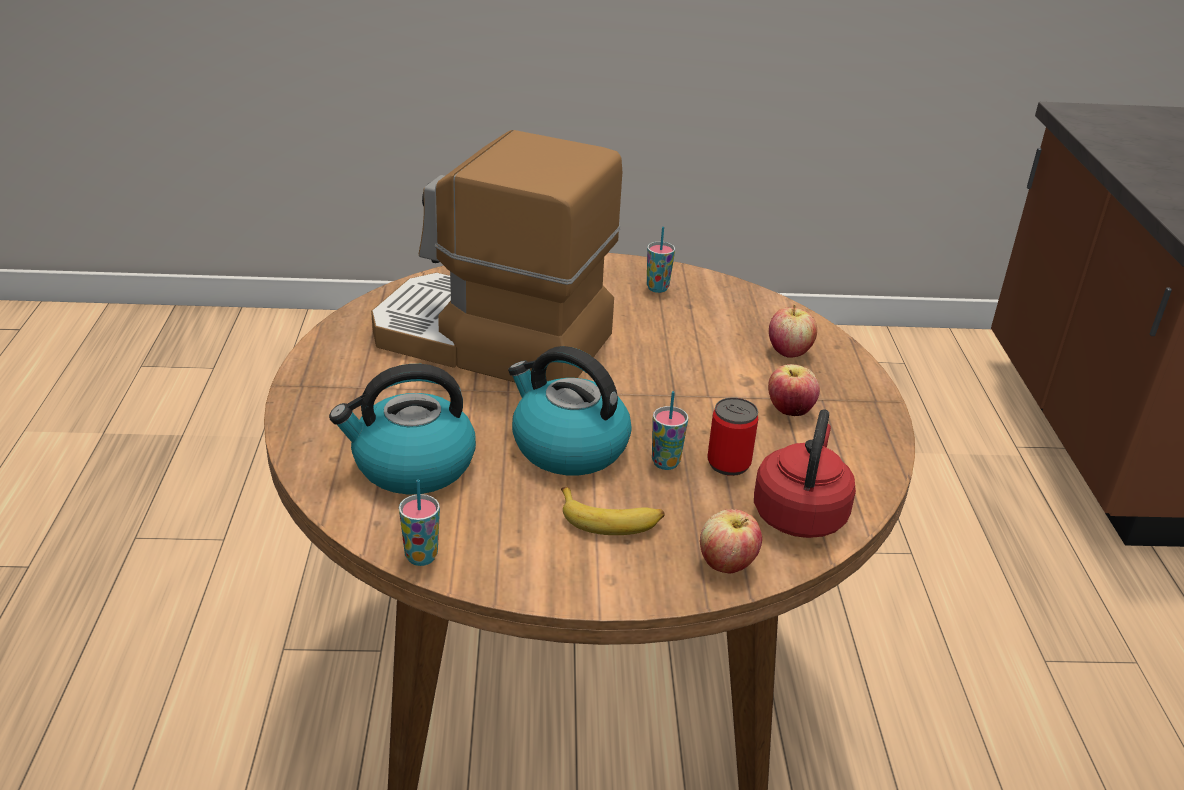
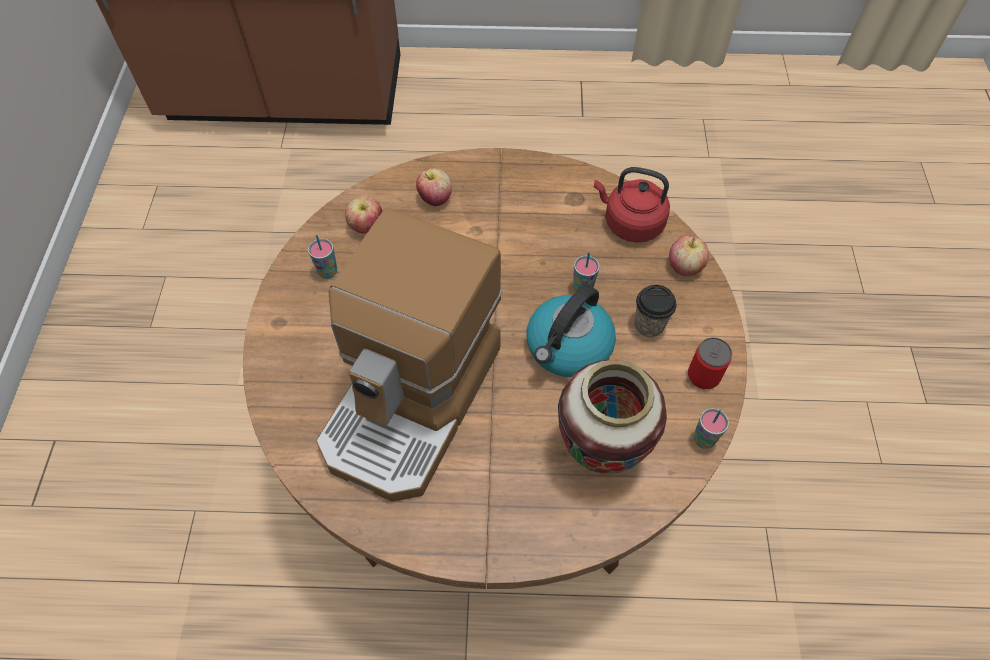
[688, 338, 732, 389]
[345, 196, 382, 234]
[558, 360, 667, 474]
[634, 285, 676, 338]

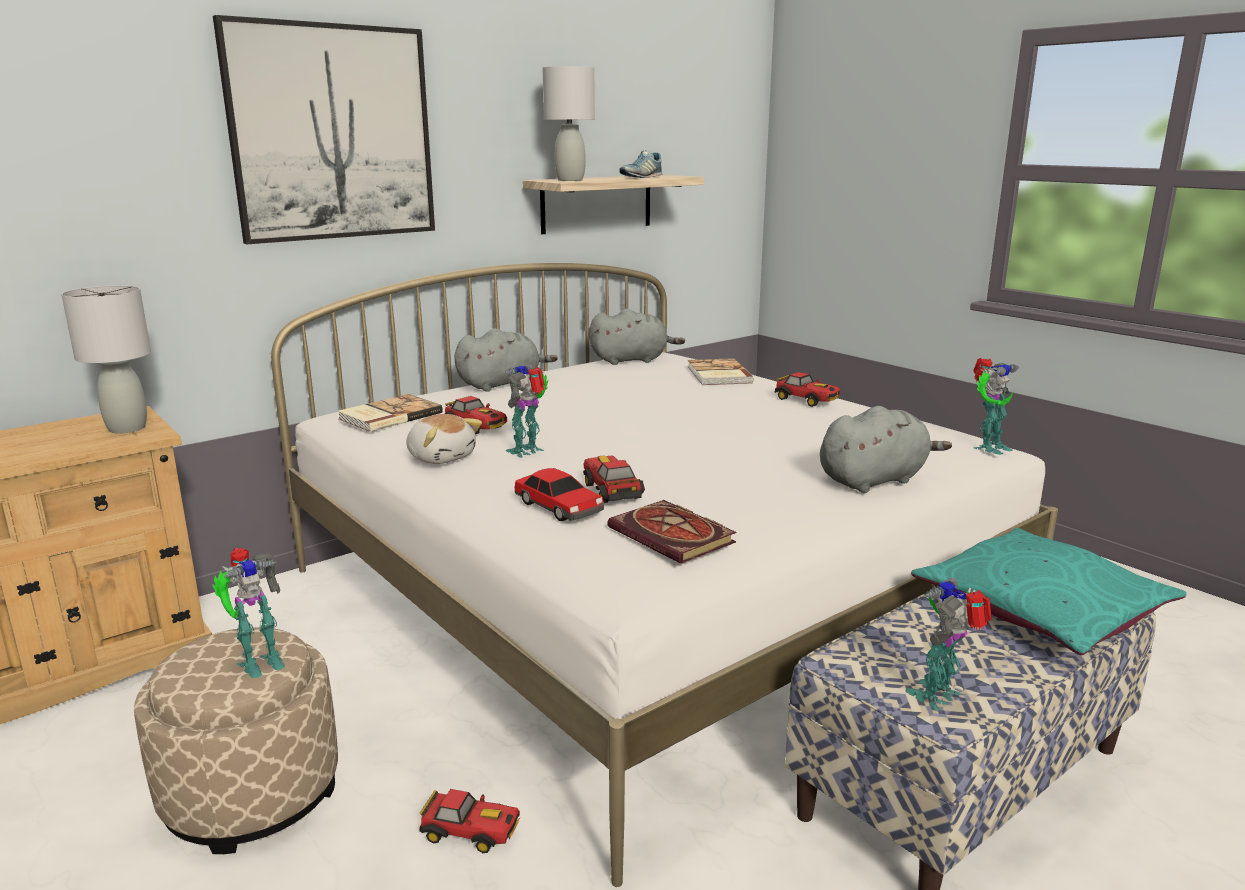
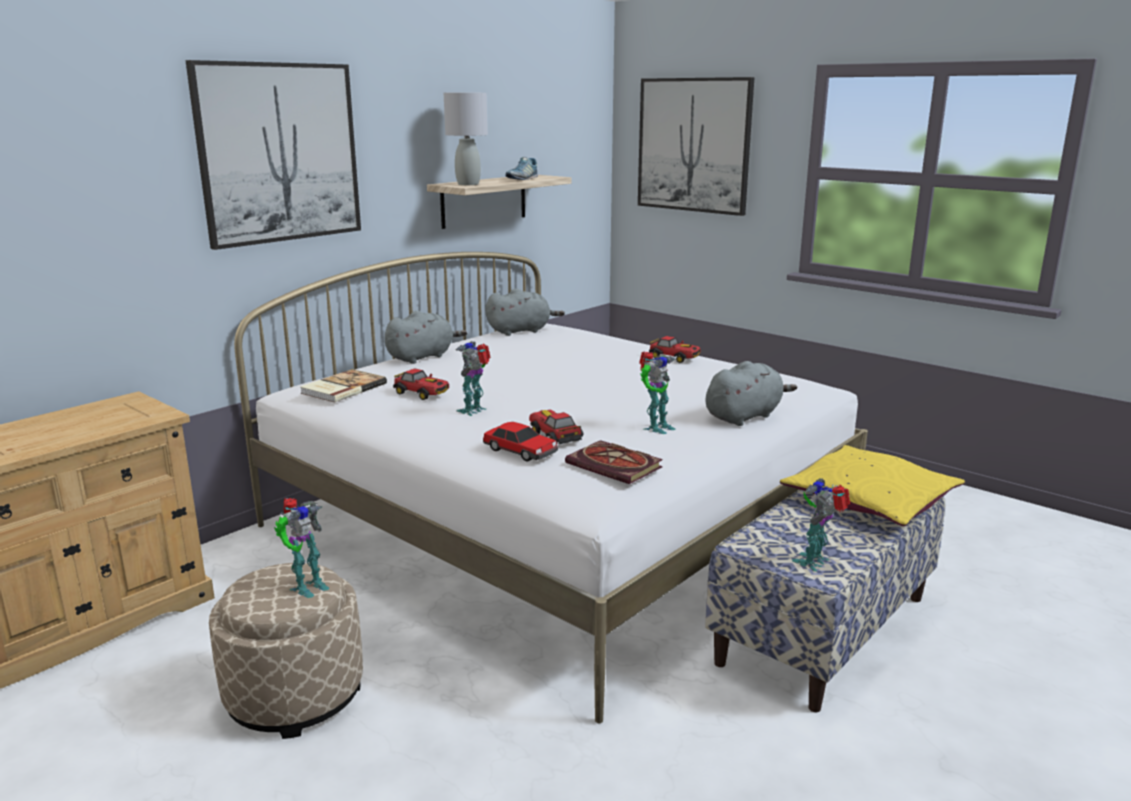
[61, 285, 151, 434] (first image)
[406, 414, 482, 464] (first image)
[419, 789, 520, 853] (first image)
[688, 358, 754, 385] (first image)
[638, 77, 755, 216]
[639, 352, 676, 434]
[780, 445, 965, 526]

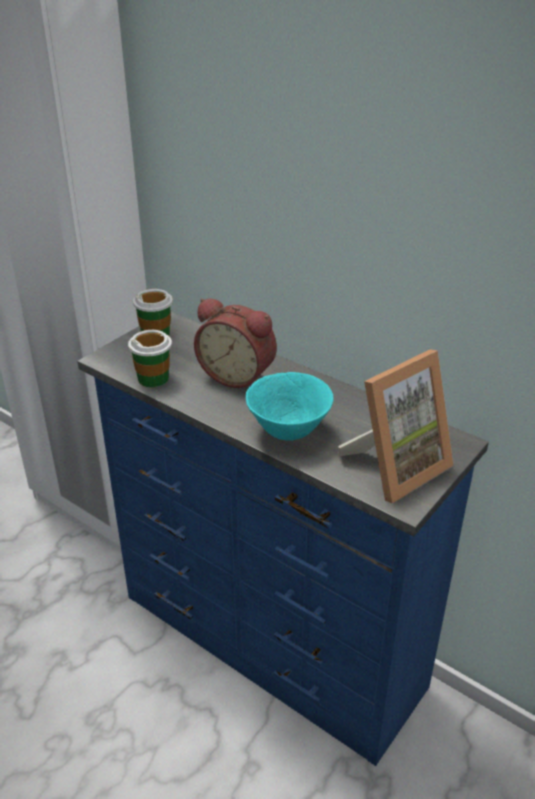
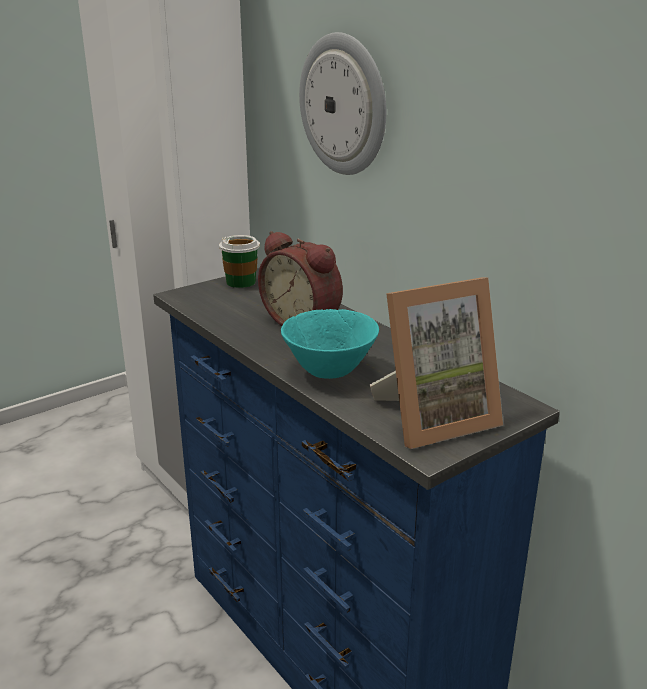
[128, 330, 172, 387] (first image)
[299, 32, 386, 175]

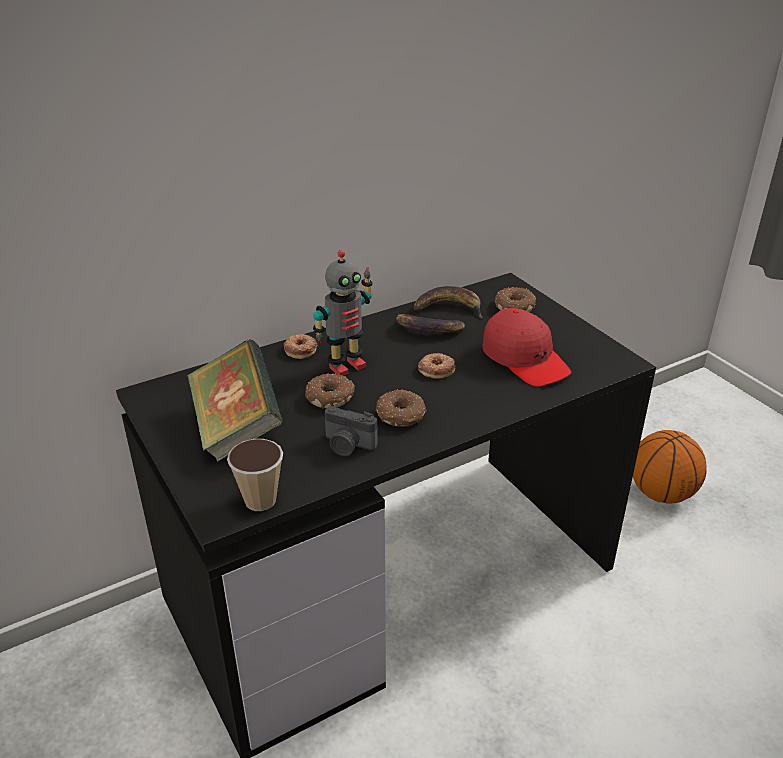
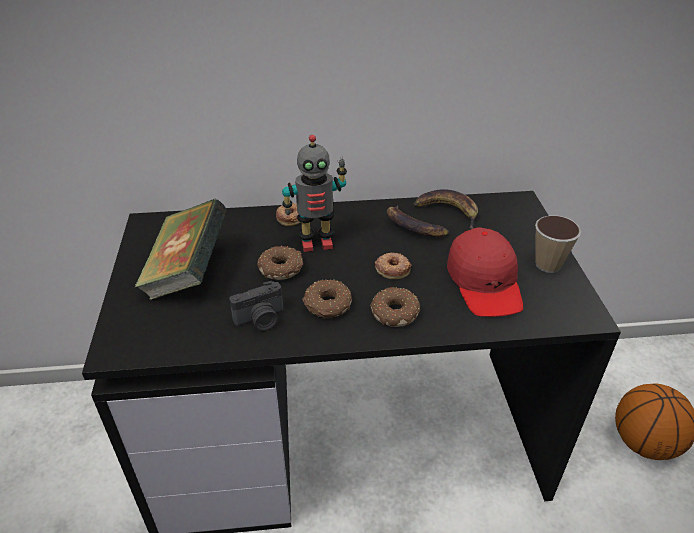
[535, 215, 581, 273]
[370, 287, 420, 327]
[229, 281, 283, 331]

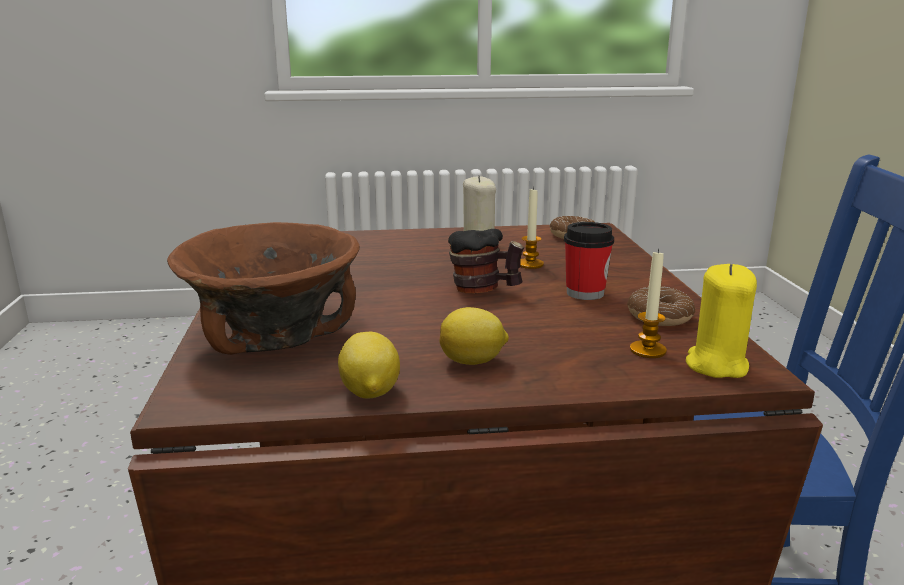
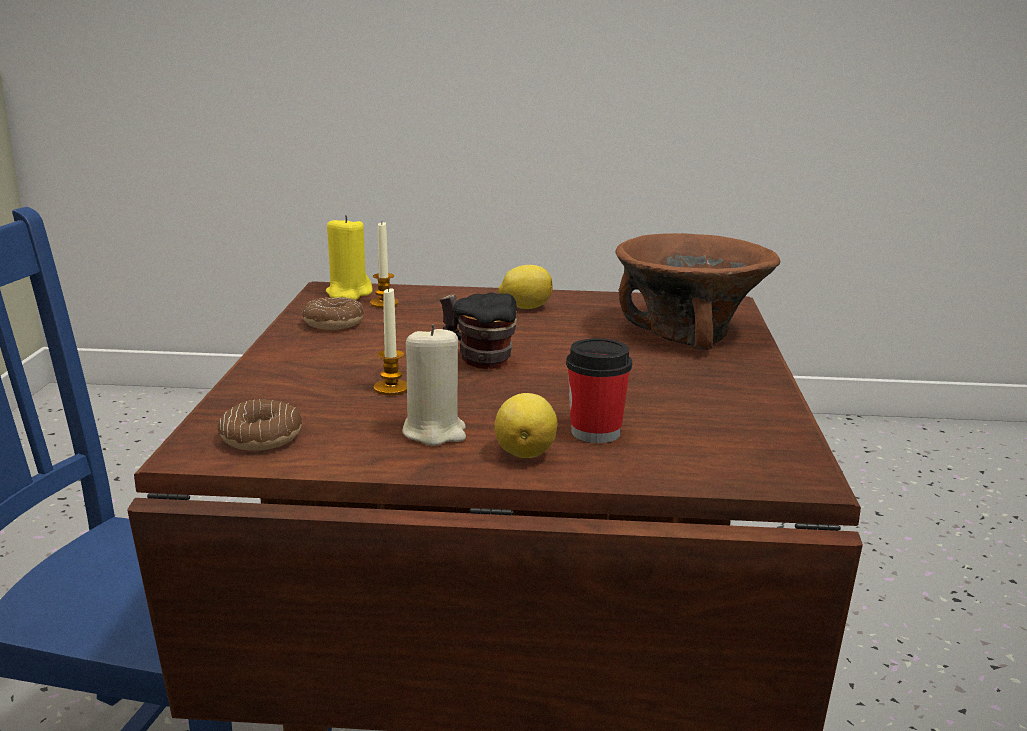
[494, 393, 557, 458]
[566, 338, 632, 443]

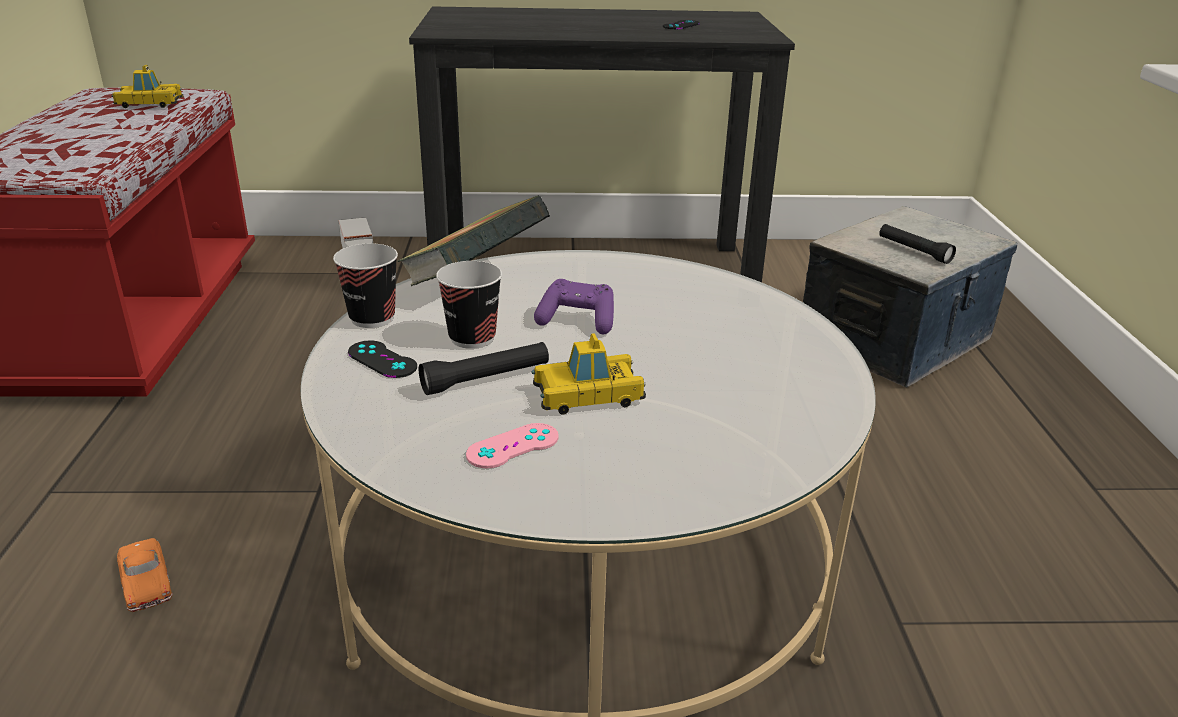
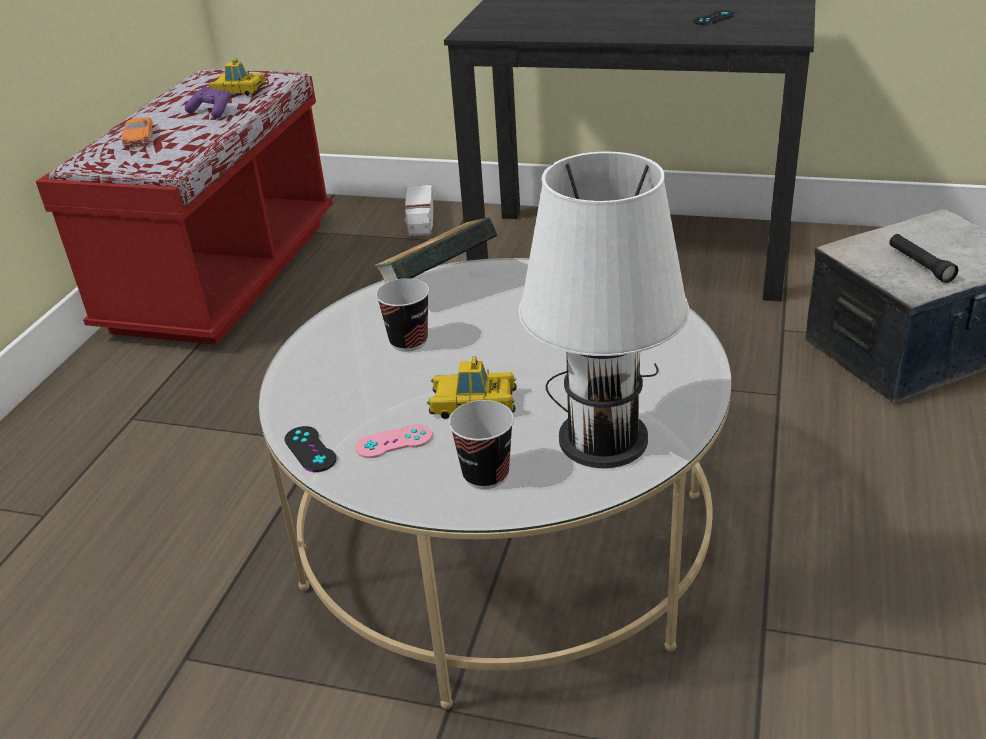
[419, 342, 549, 395] (first image)
[518, 152, 689, 468]
[122, 117, 153, 148]
[449, 400, 514, 489]
[284, 426, 337, 472]
[185, 87, 231, 119]

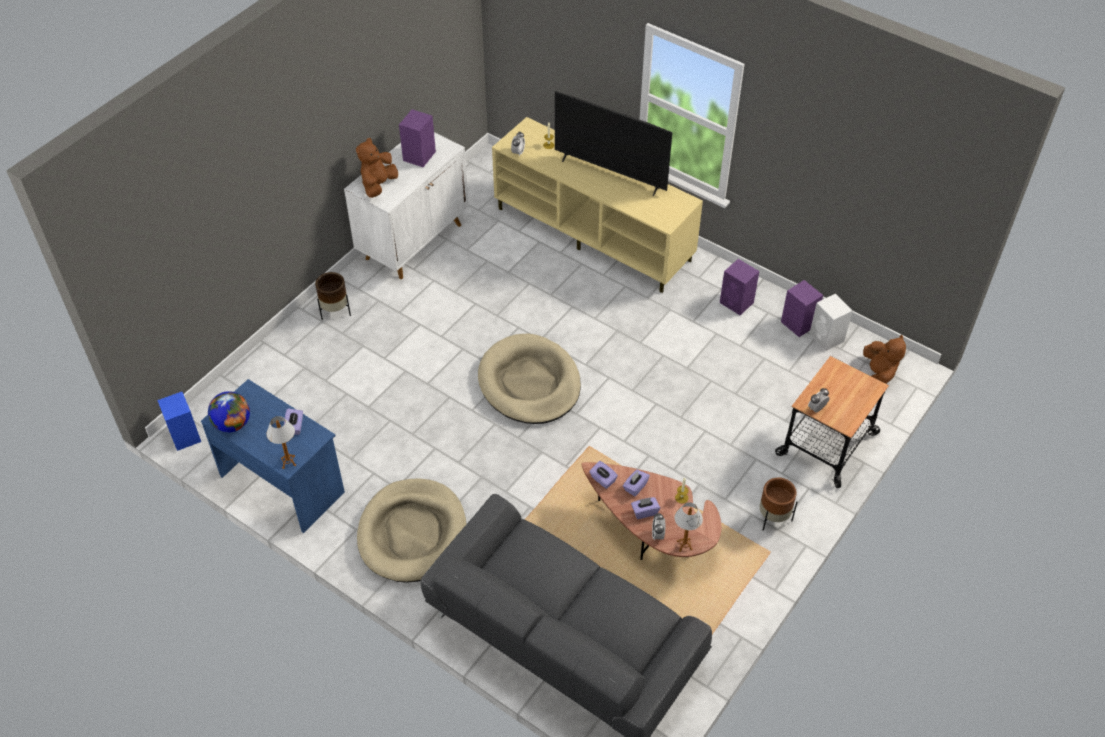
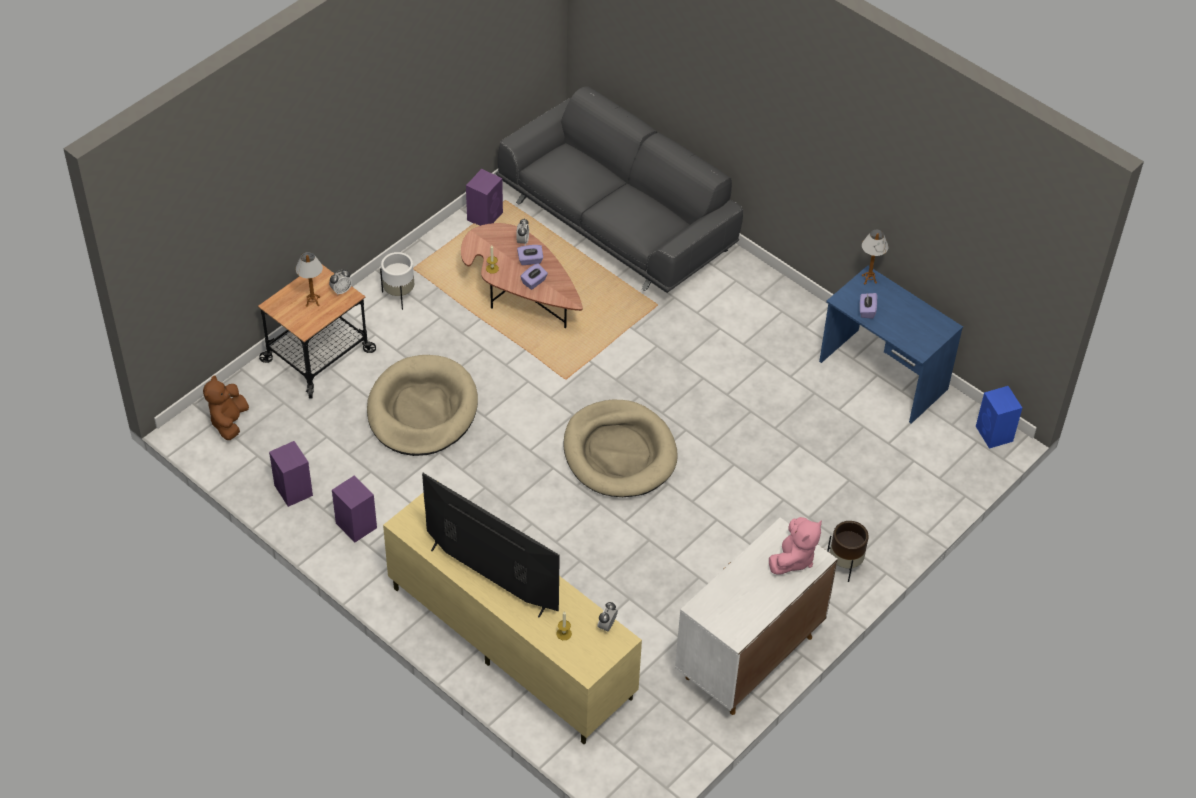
[208, 391, 250, 432] (first image)
[589, 461, 618, 489] (first image)
[809, 294, 853, 351] (first image)
[367, 355, 478, 456]
[466, 169, 503, 226]
[296, 252, 323, 307]
[769, 517, 822, 575]
[380, 252, 414, 310]

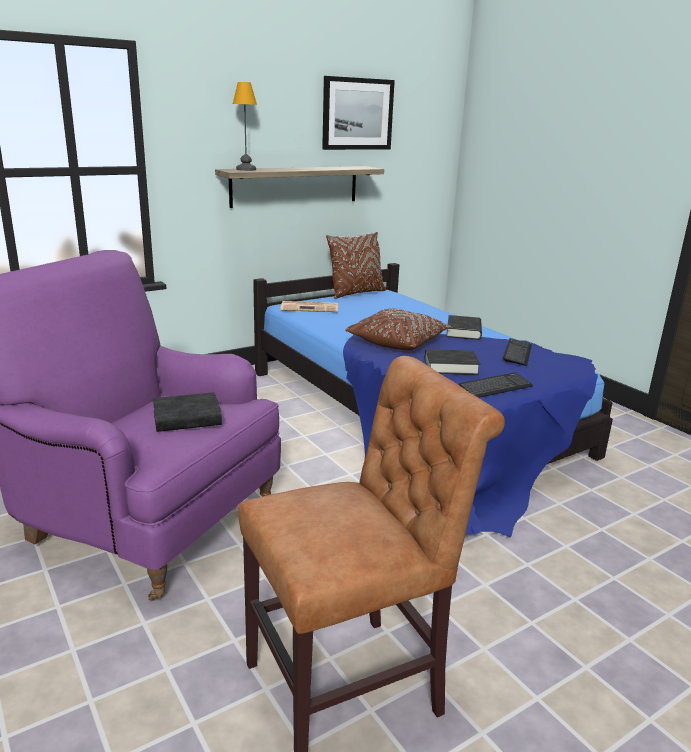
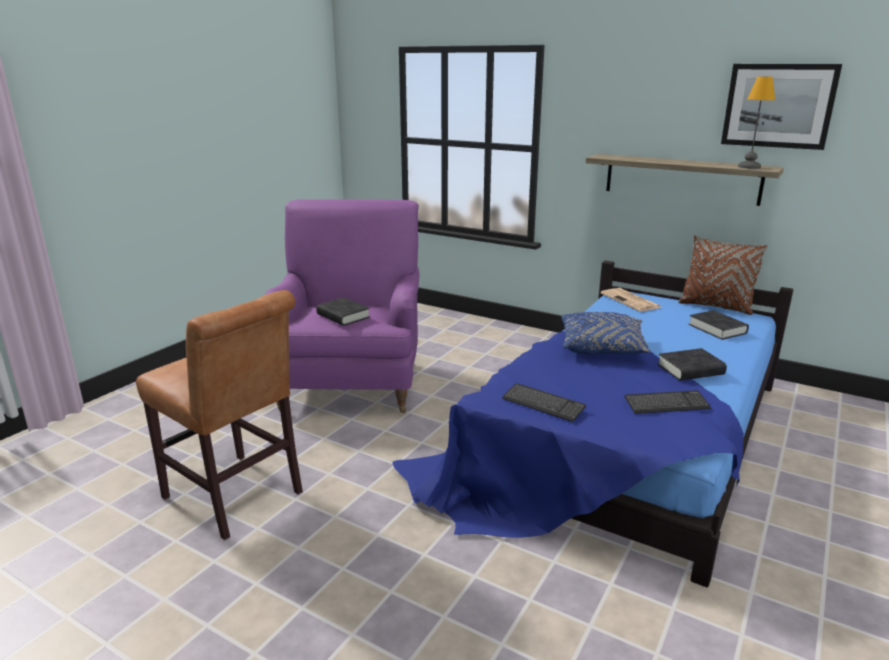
[738, 76, 775, 169]
[688, 310, 749, 340]
[561, 312, 651, 355]

